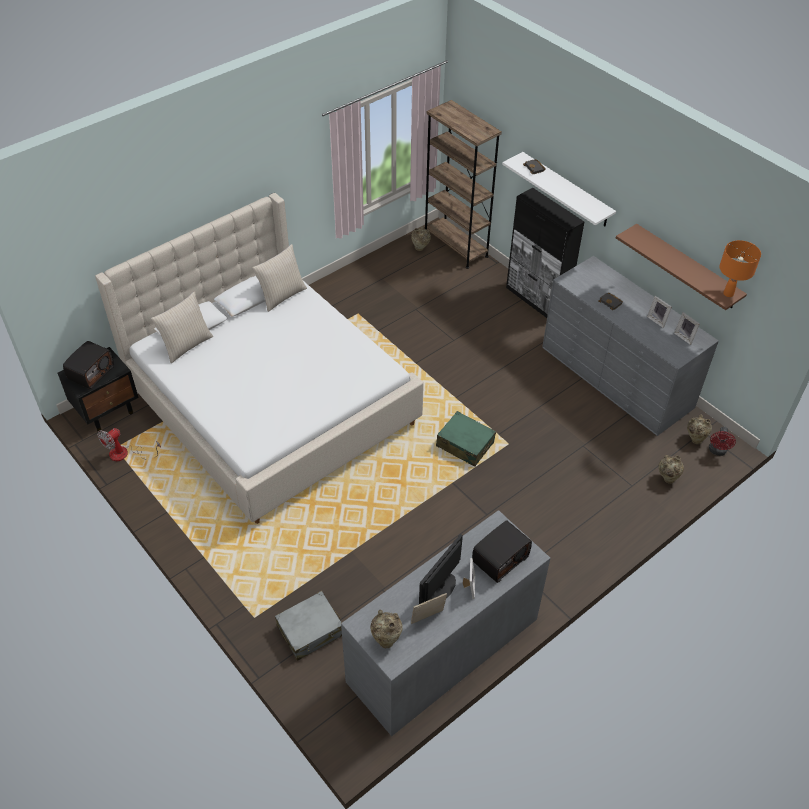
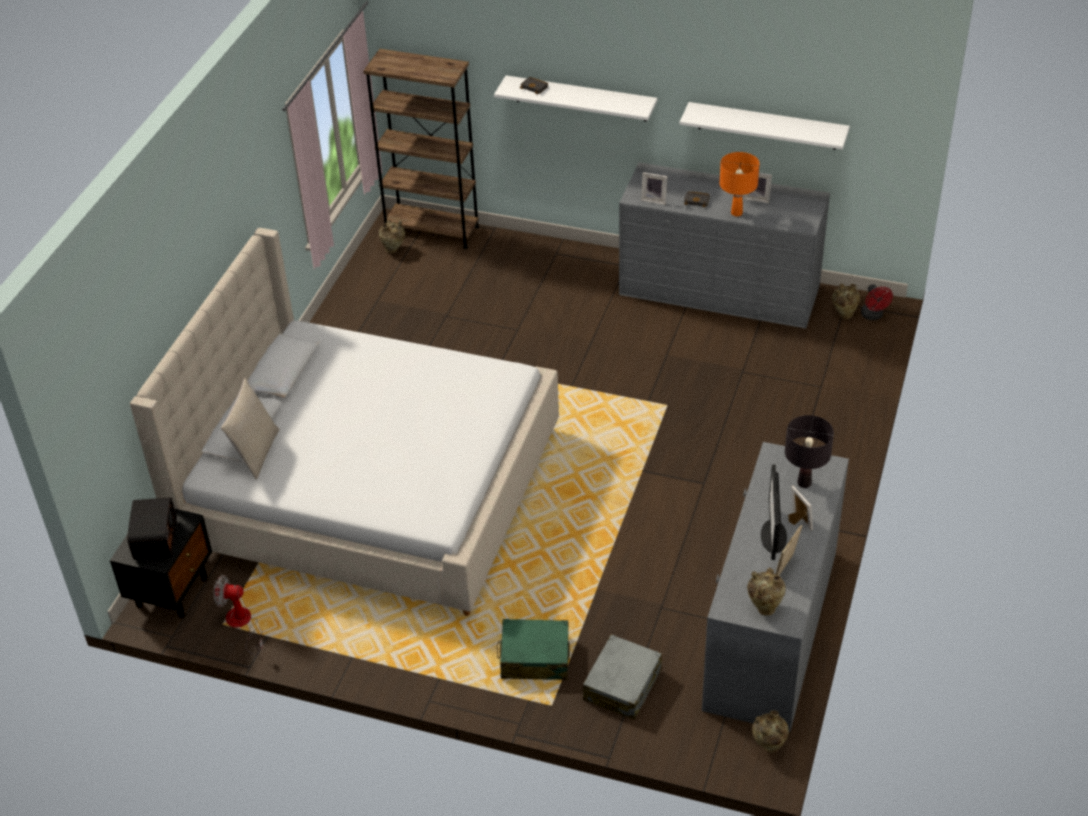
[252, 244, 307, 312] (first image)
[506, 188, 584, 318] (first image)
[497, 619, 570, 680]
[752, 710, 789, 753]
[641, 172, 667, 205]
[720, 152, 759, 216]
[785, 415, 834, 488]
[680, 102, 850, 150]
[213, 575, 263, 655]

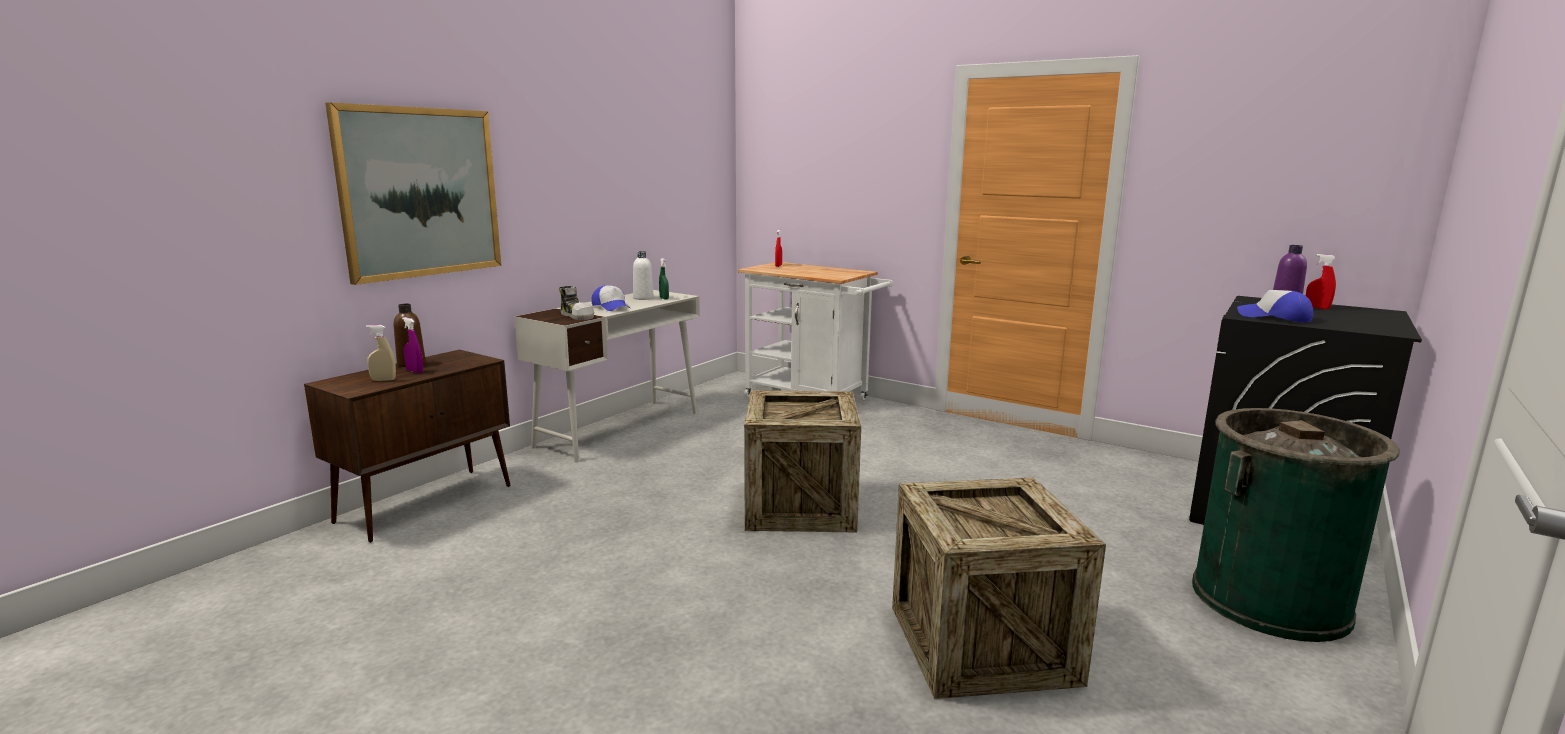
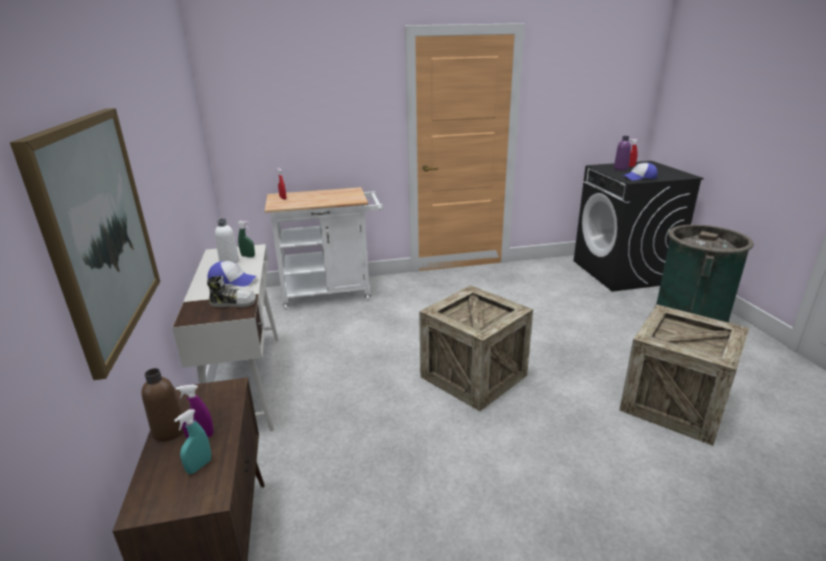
[174, 409, 211, 474]

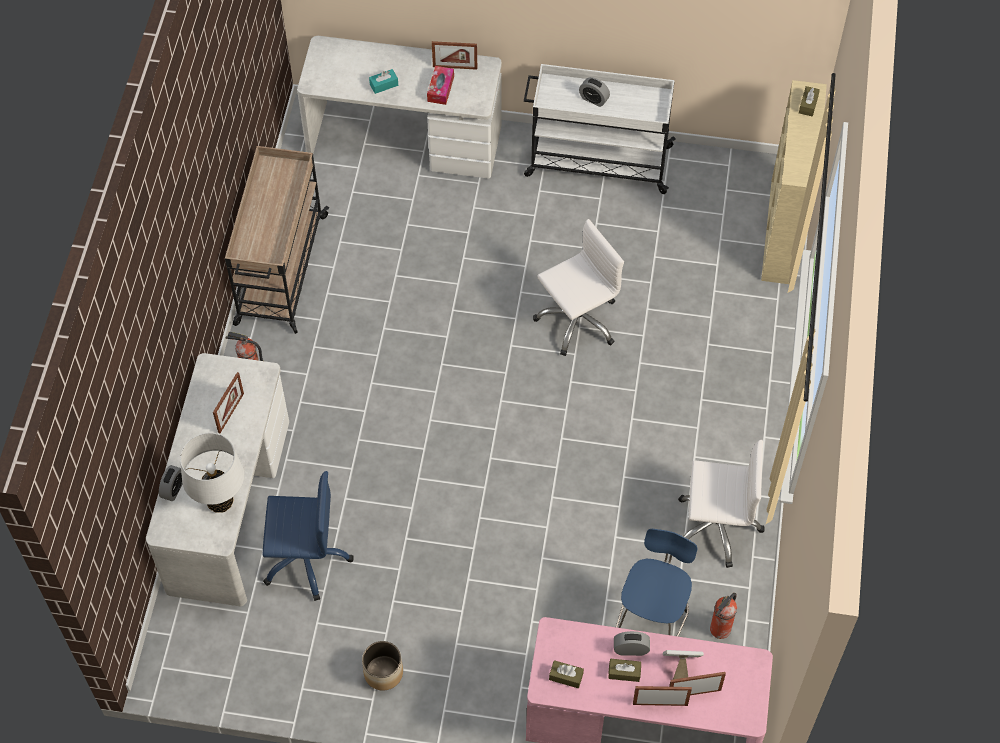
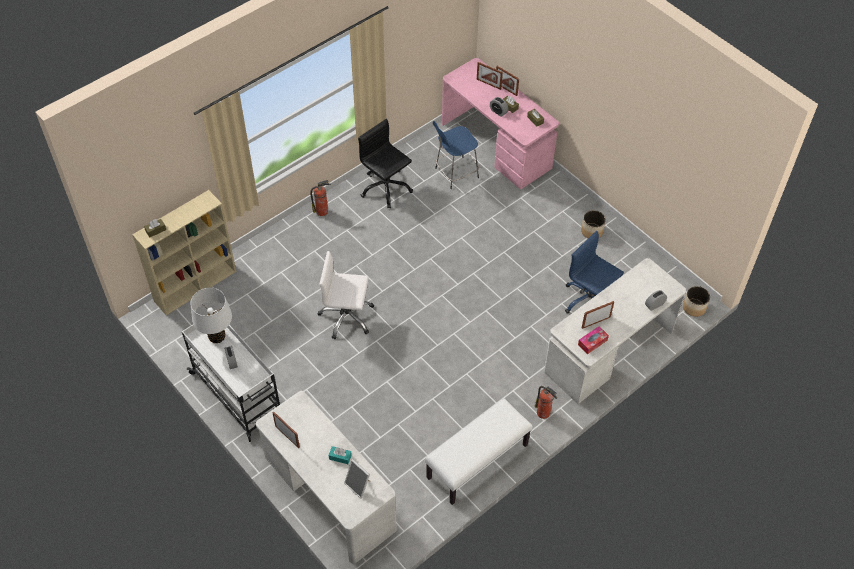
[683, 286, 710, 317]
[190, 288, 232, 343]
[578, 326, 609, 354]
[344, 459, 370, 499]
[310, 180, 331, 216]
[425, 398, 533, 505]
[358, 119, 413, 208]

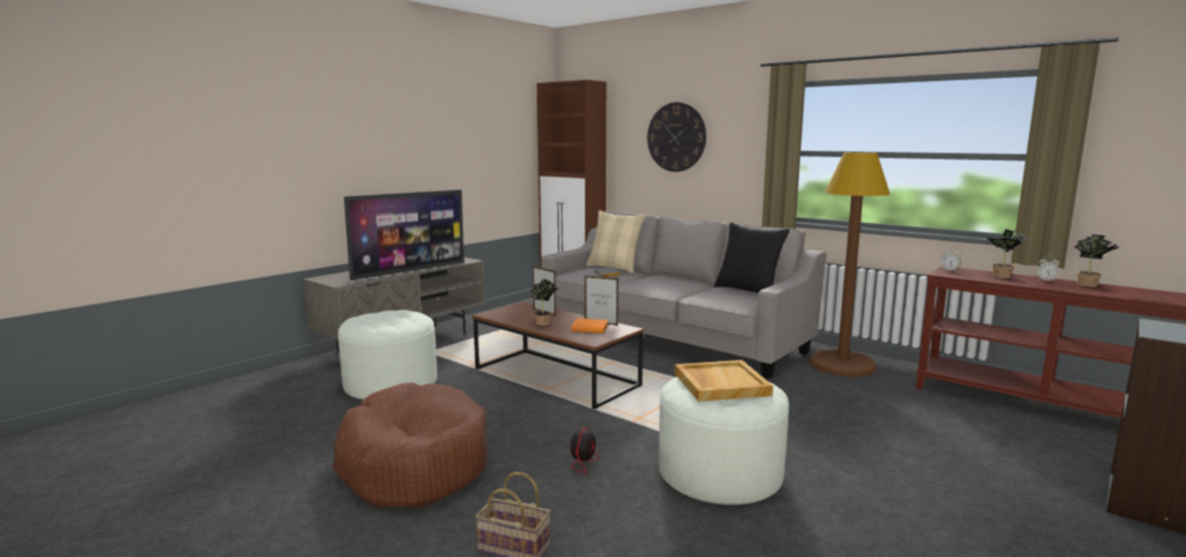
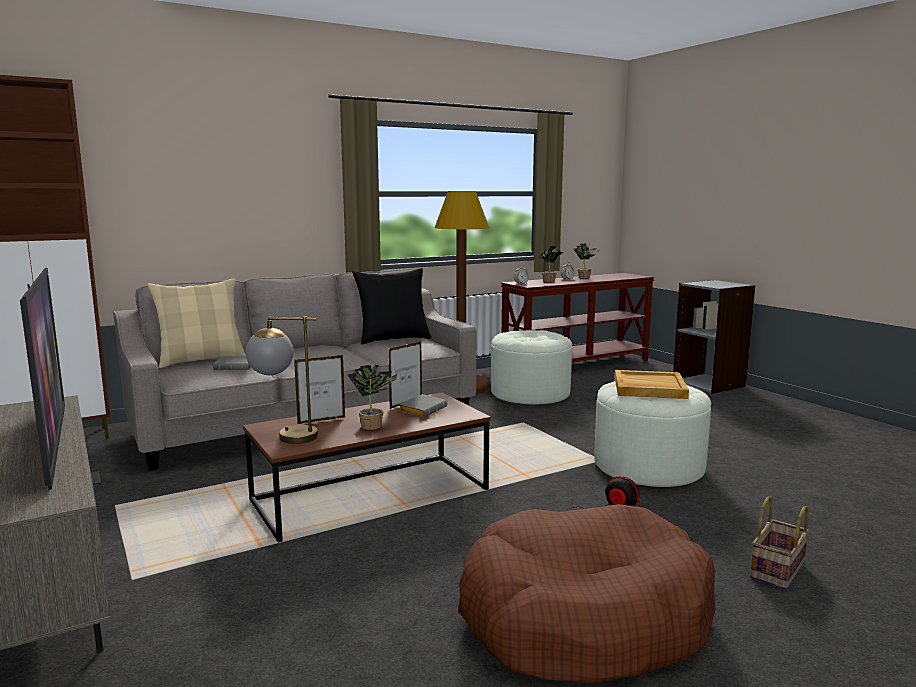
[647, 102, 706, 172] (first image)
[246, 316, 318, 444]
[491, 330, 572, 404]
[399, 394, 447, 417]

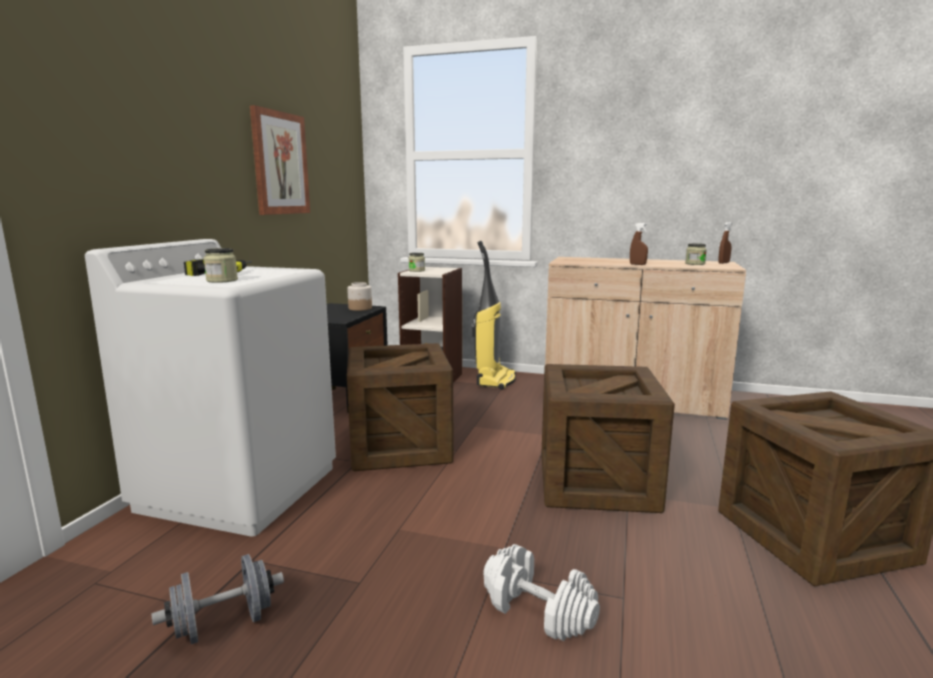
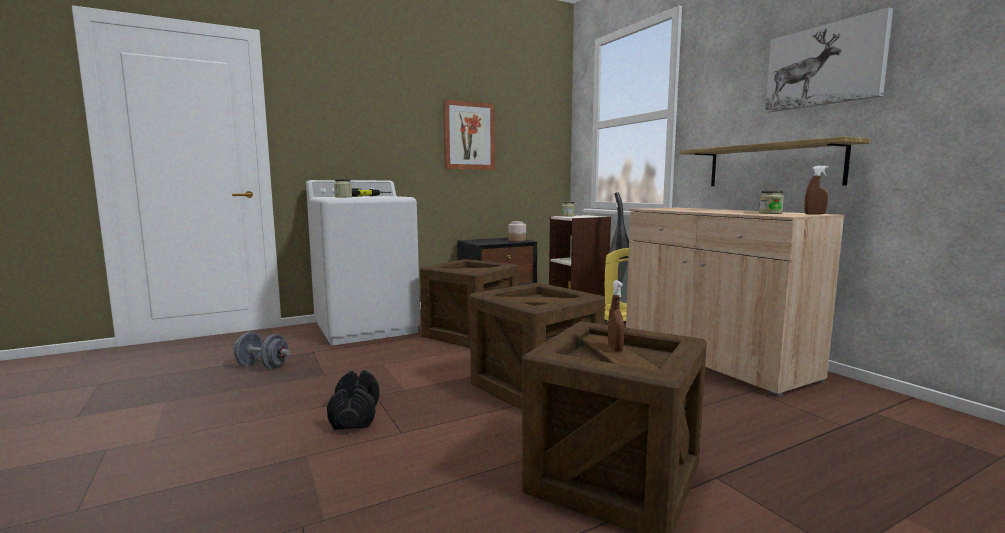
[679, 136, 870, 186]
[765, 7, 893, 112]
[608, 280, 624, 352]
[327, 370, 379, 430]

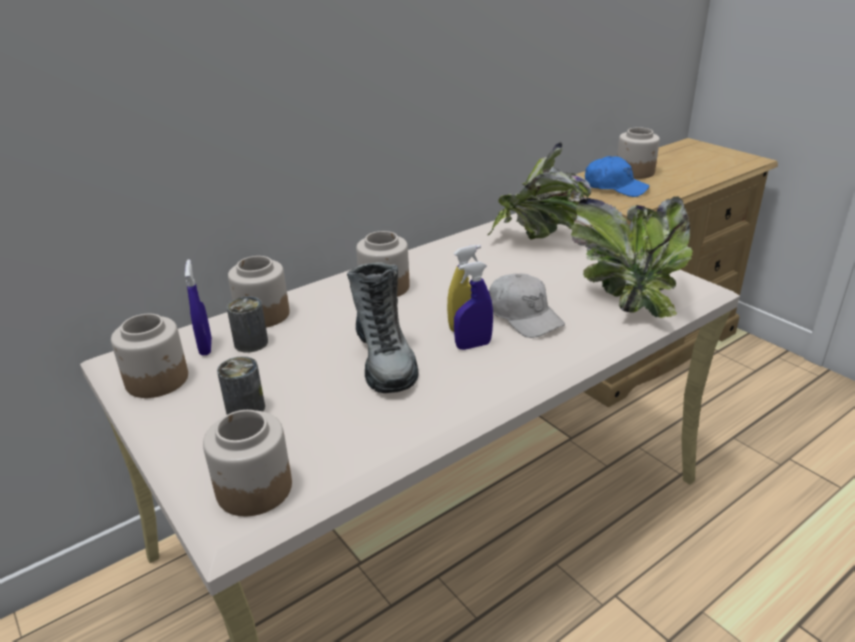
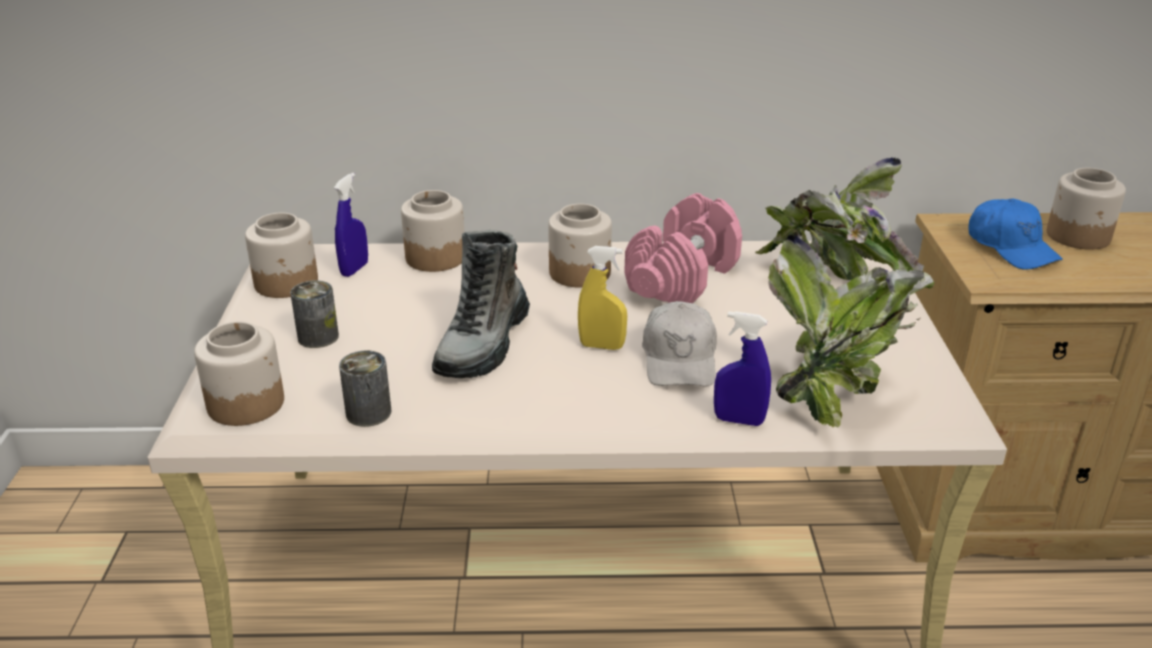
[624, 193, 742, 303]
[339, 350, 391, 427]
[714, 311, 771, 426]

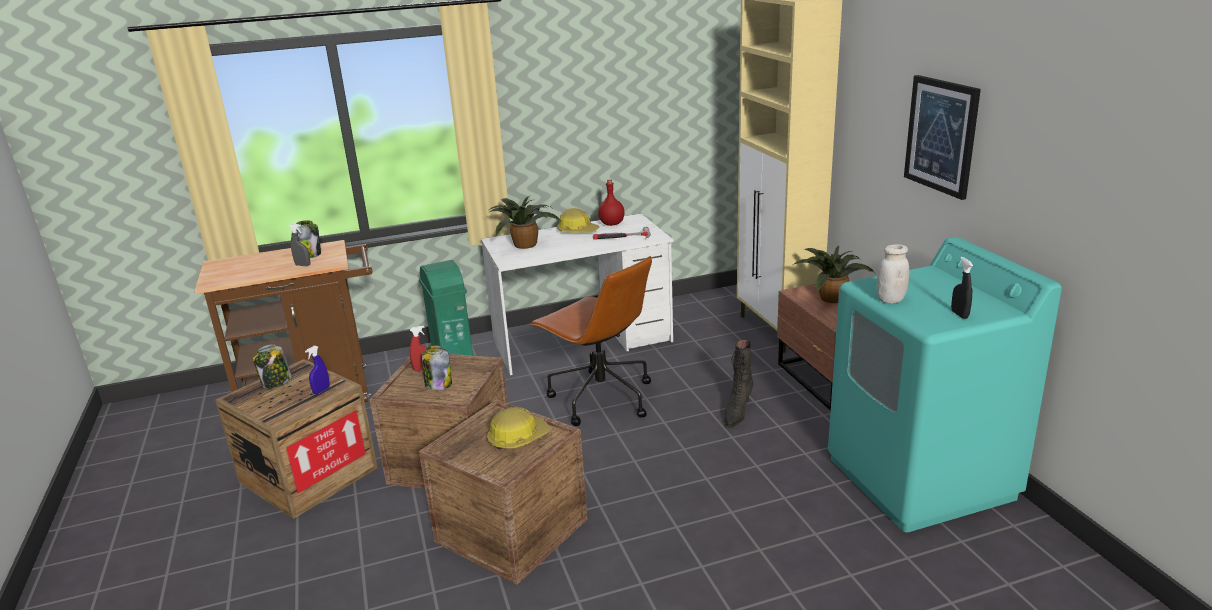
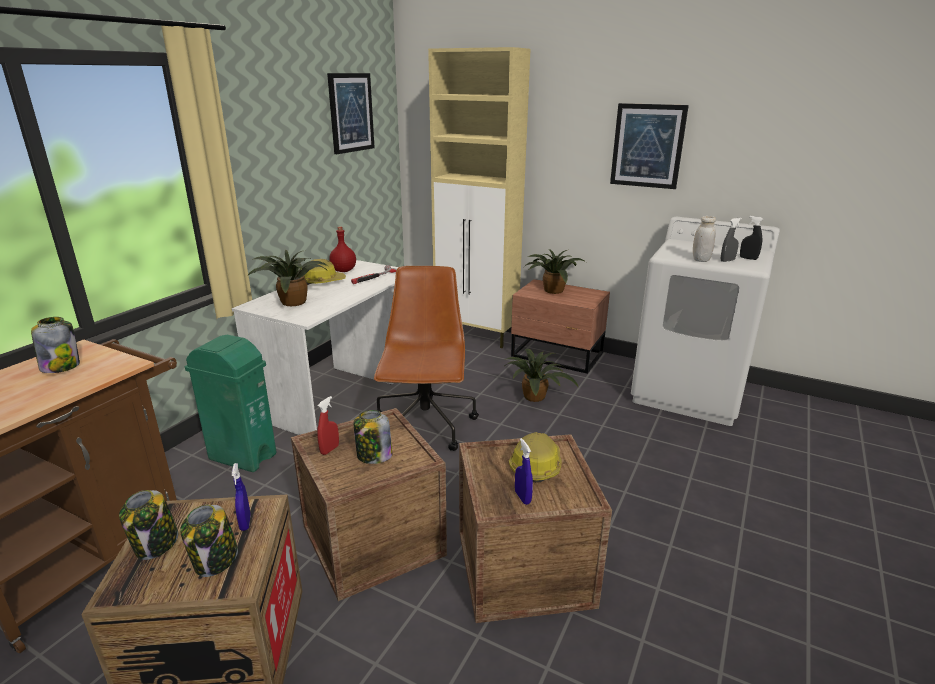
[180, 505, 238, 577]
[327, 73, 375, 154]
[515, 438, 533, 505]
[721, 218, 742, 262]
[505, 349, 578, 402]
[631, 217, 780, 426]
[374, 266, 479, 451]

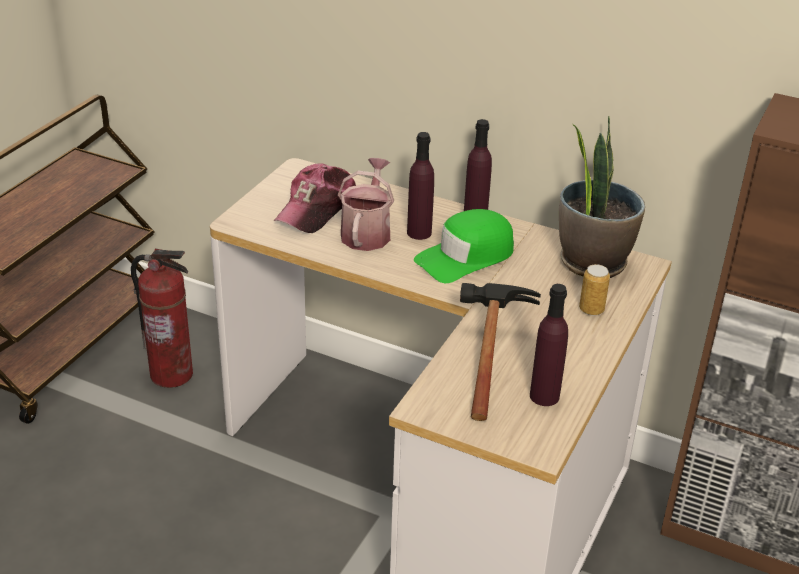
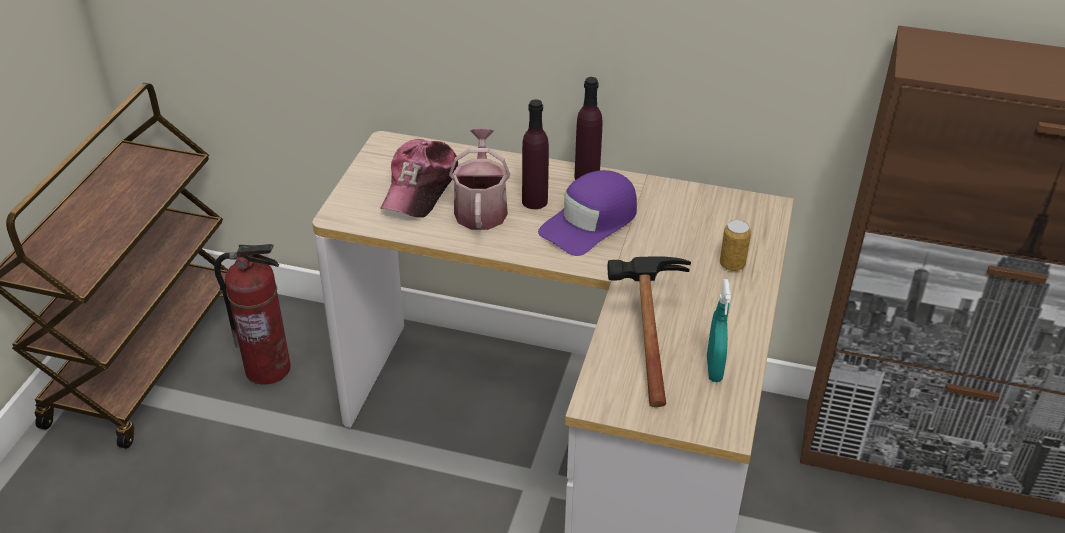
[559, 116, 645, 278] (first image)
[707, 279, 731, 382]
[538, 170, 637, 256]

